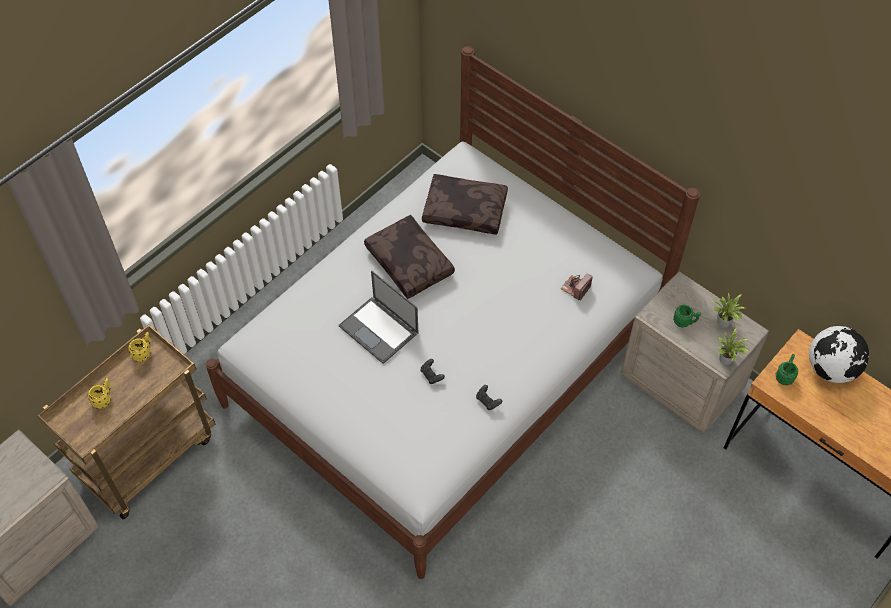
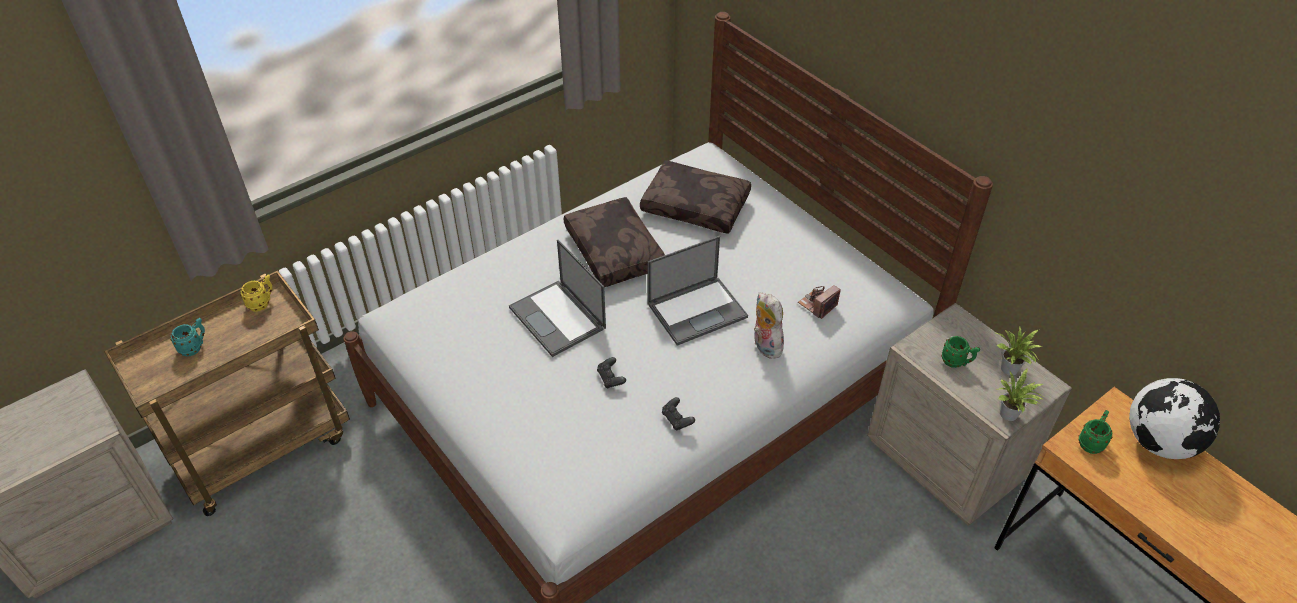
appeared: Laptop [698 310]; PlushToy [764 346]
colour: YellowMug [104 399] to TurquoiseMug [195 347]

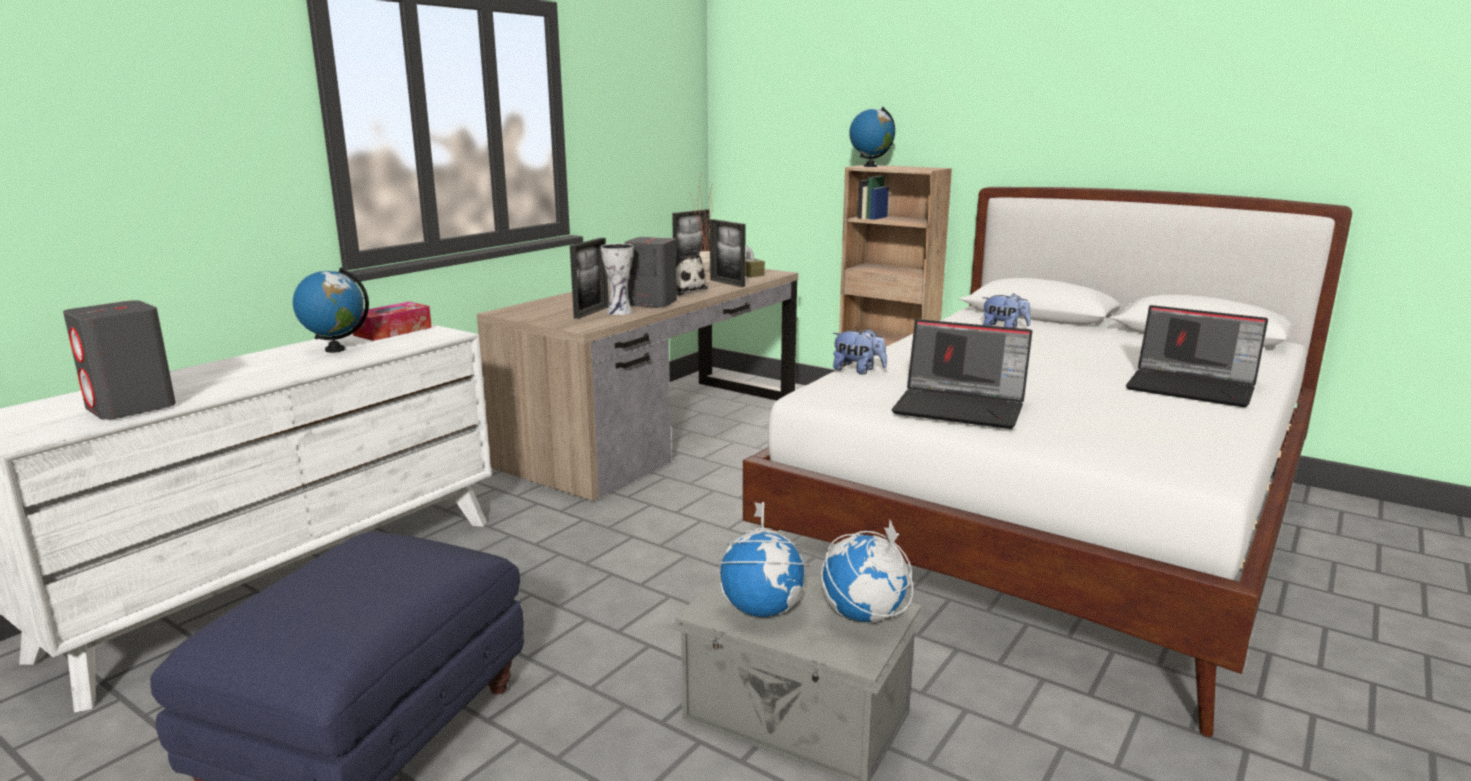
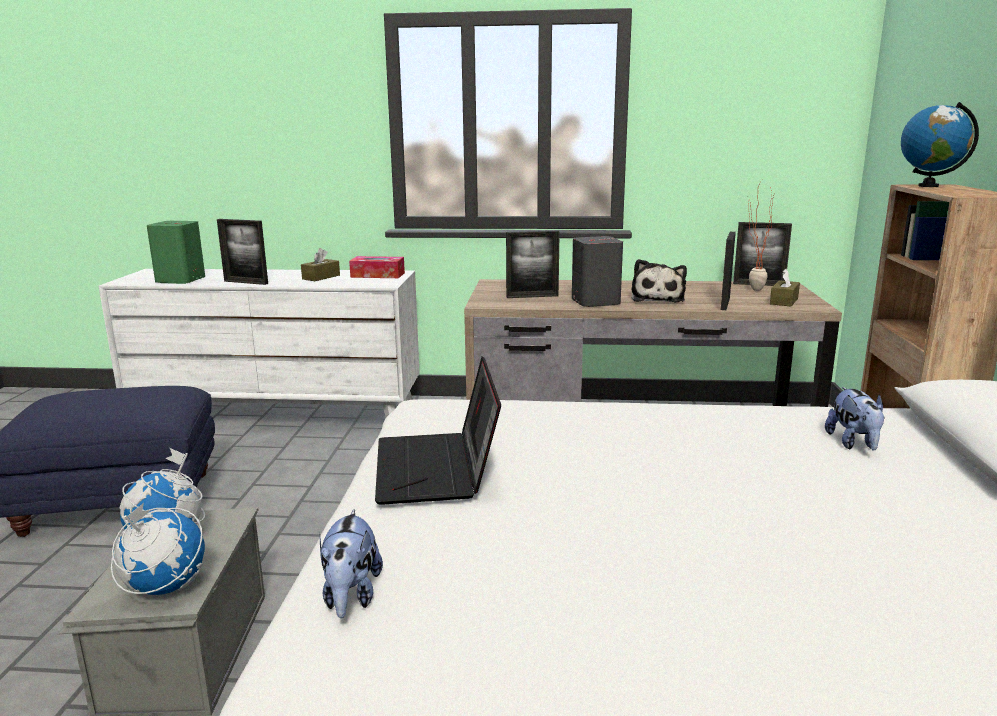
missing: Vase [620 312]; Laptop [1192 388]
appeared: PictureFrame [246 282]
relocated: PlushToy [858 371] to [351 596]
exchanged: Globe [335 349] to BrownTissueBox [321 277]
colour: GreySpeaker [131 407] to GreenSpeaker [180 280]

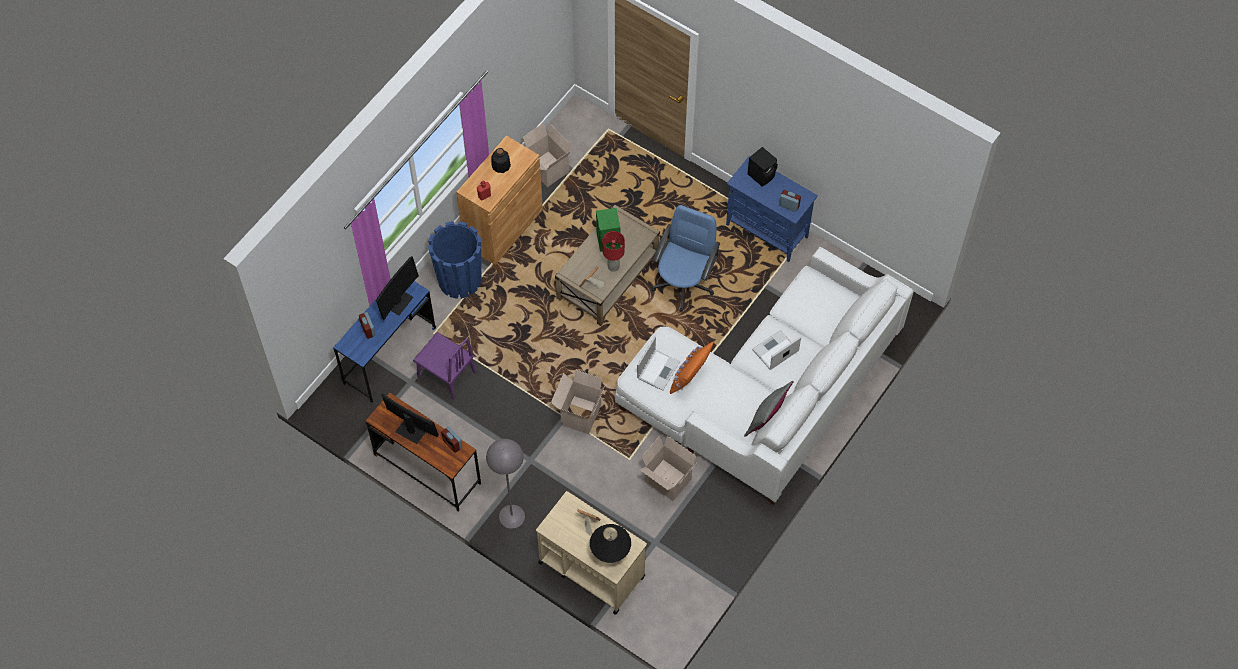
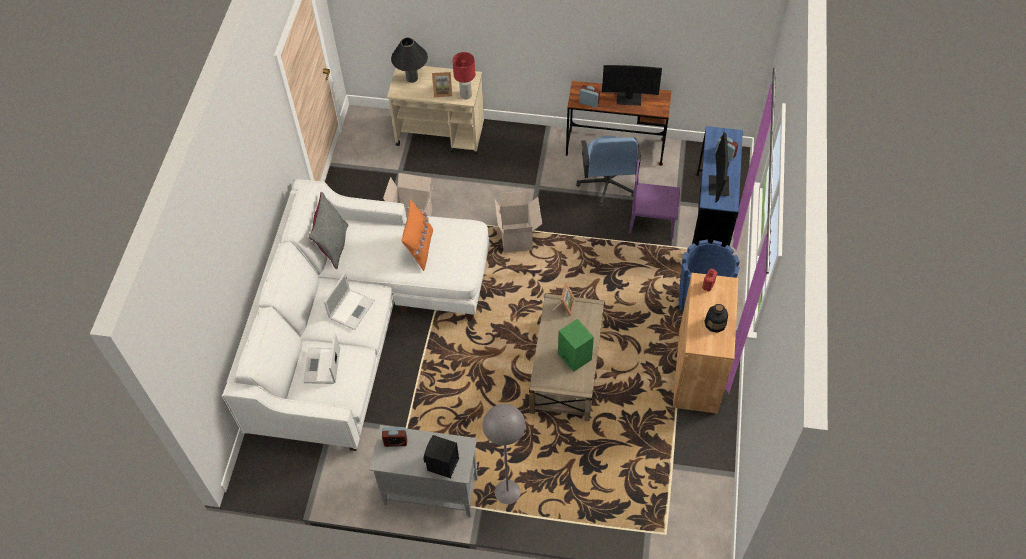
missing: CardboardBox [546 169]
relocated: Laptop [658 369] to [322 366]; RedTableLamp [613 266] to [466 95]; GreyFloorLamp [511 516] to [507 492]; BlueOfficeChair [684 283] to [606 185]
colour: BlueCabinet [767 231] to GreyCabinet [430 491]

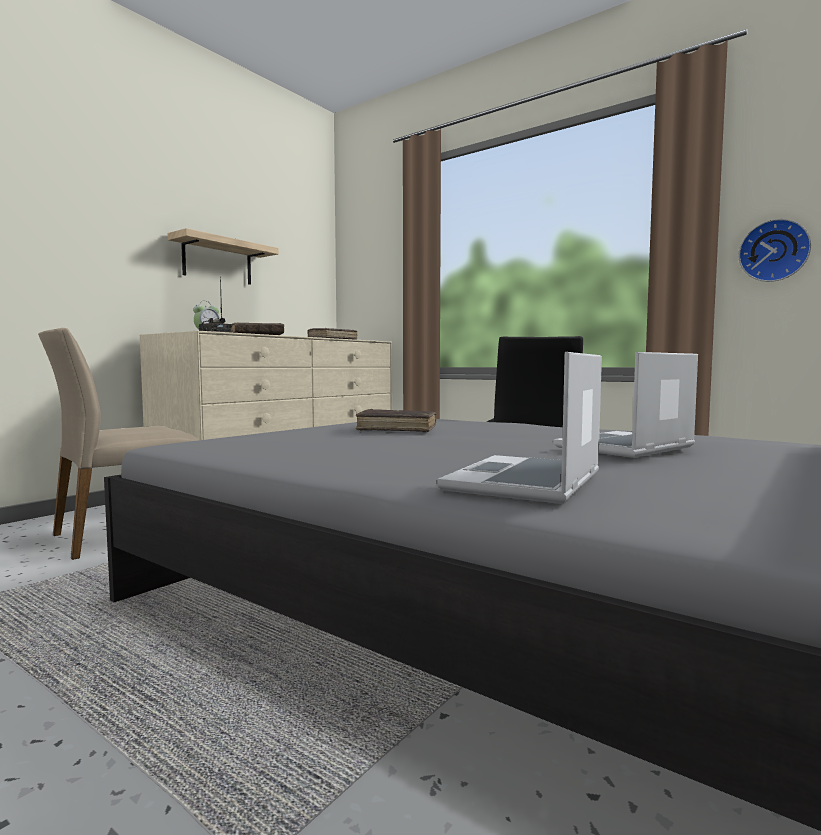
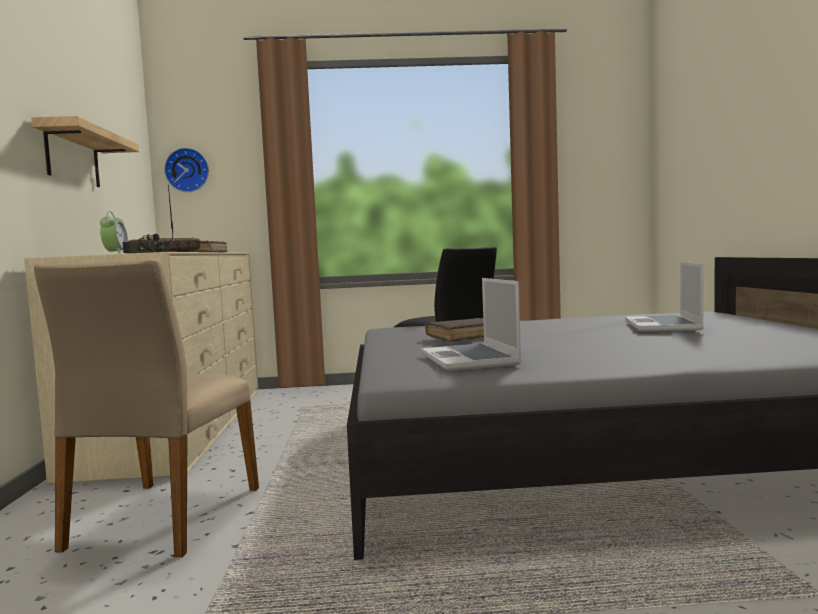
relocated: WallClock [774 251] to [187 170]; Laptop [527 482] to [471 359]

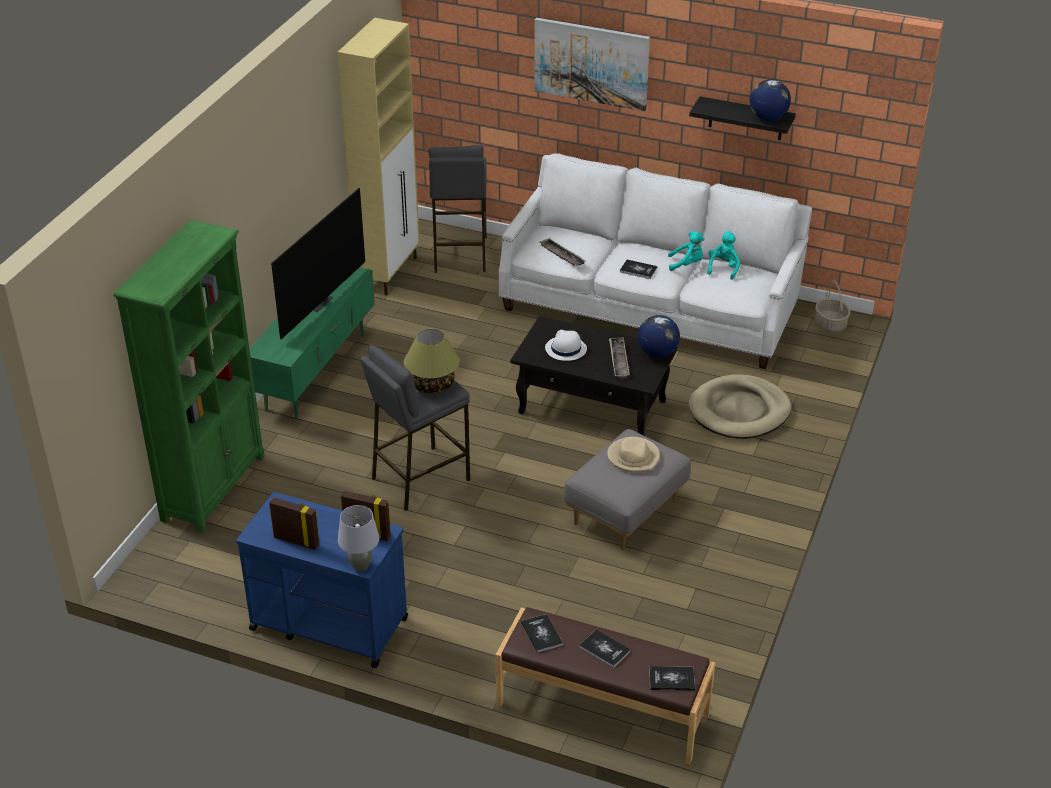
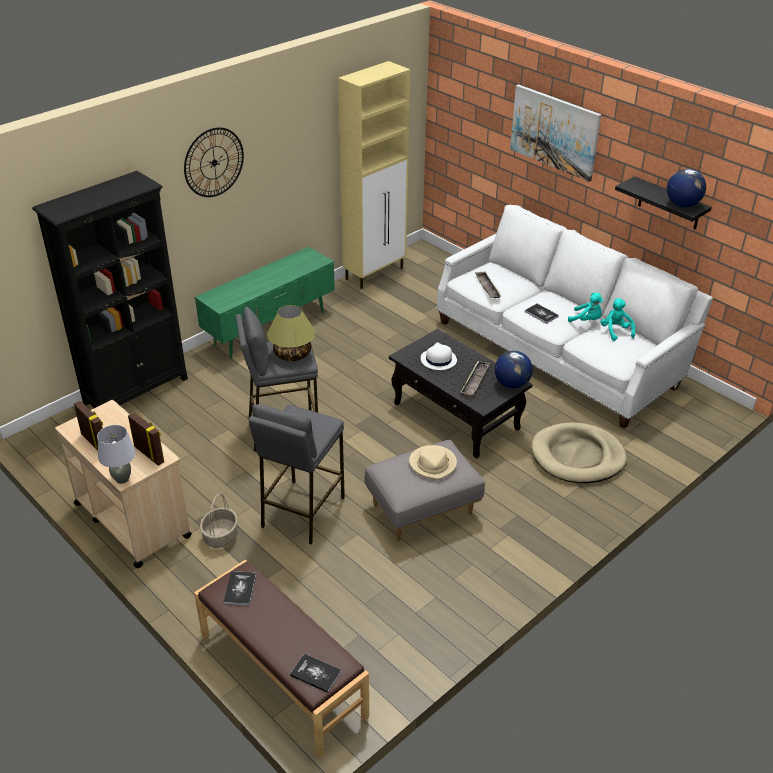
missing: Television [317 302]; Book [604 649]
appeared: WallClock [214 162]
relocated: Basket [831 324] to [221 537]; GreyStool [459 254] to [302 512]
colour: GreenBookcase [214 487] to BlackBookcase [137 390]; BlueCart [328 623] to BeigeCart [132 519]
spun: TurquoisePlushToy [723 268] = [615 331] 60 degrees counterclockwise

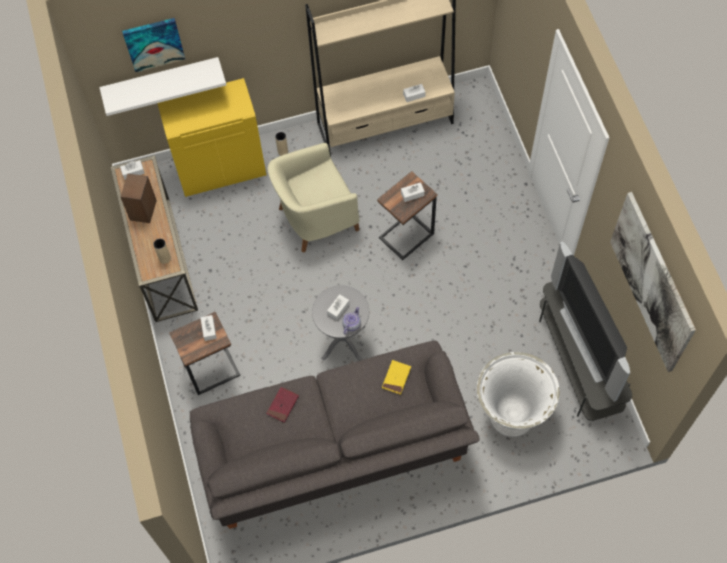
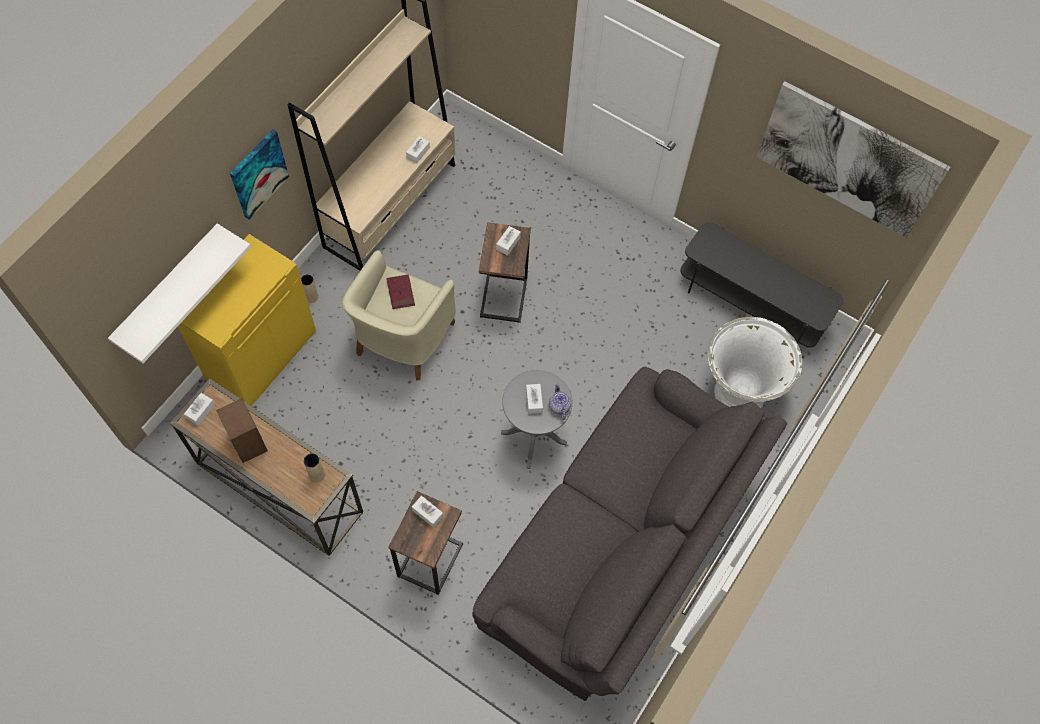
missing: YellowBook [396 378]; Television [587 342]
relocated: Picture [154 43] to [258 174]; RedBook [282 405] to [400 293]

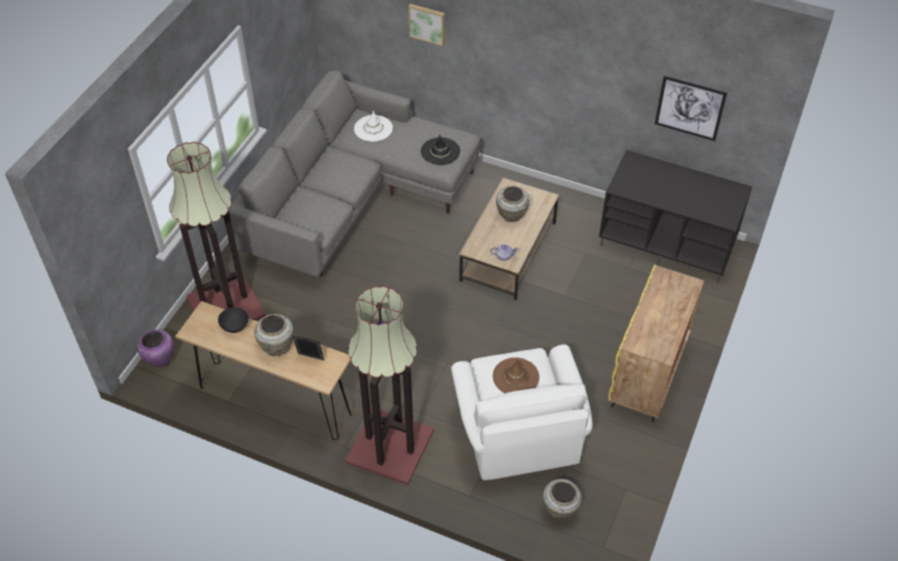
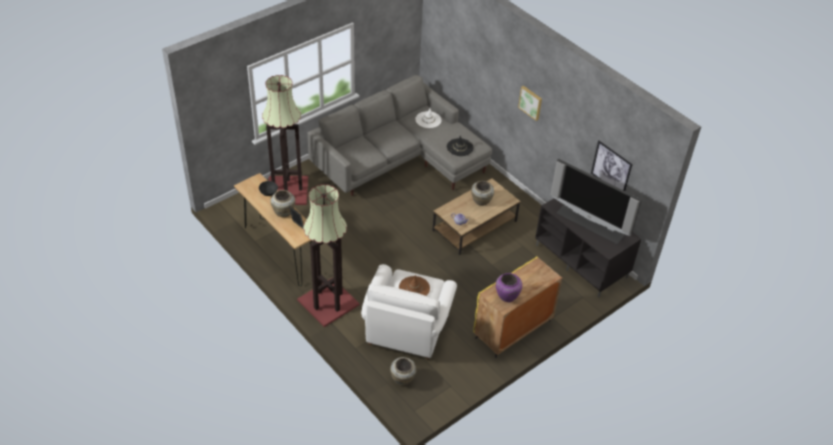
appeared: Television [591 222]
relocated: PurpleVase [159 359] to [506 296]; Picture [427 23] to [531 102]

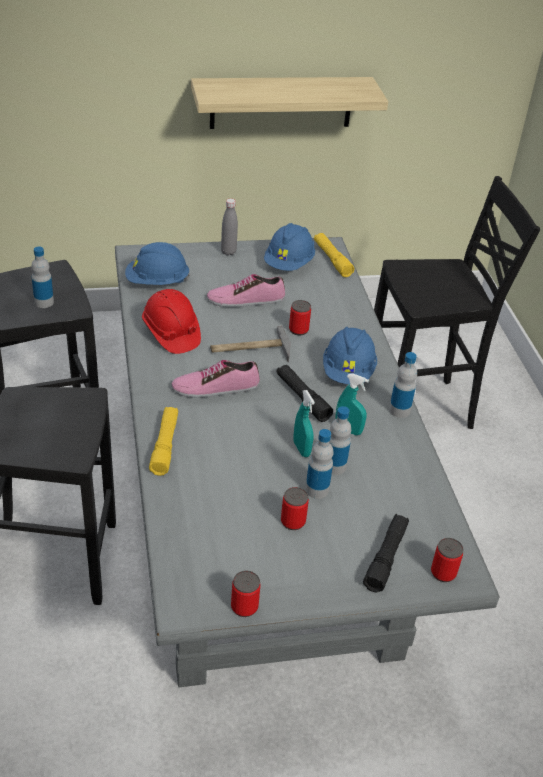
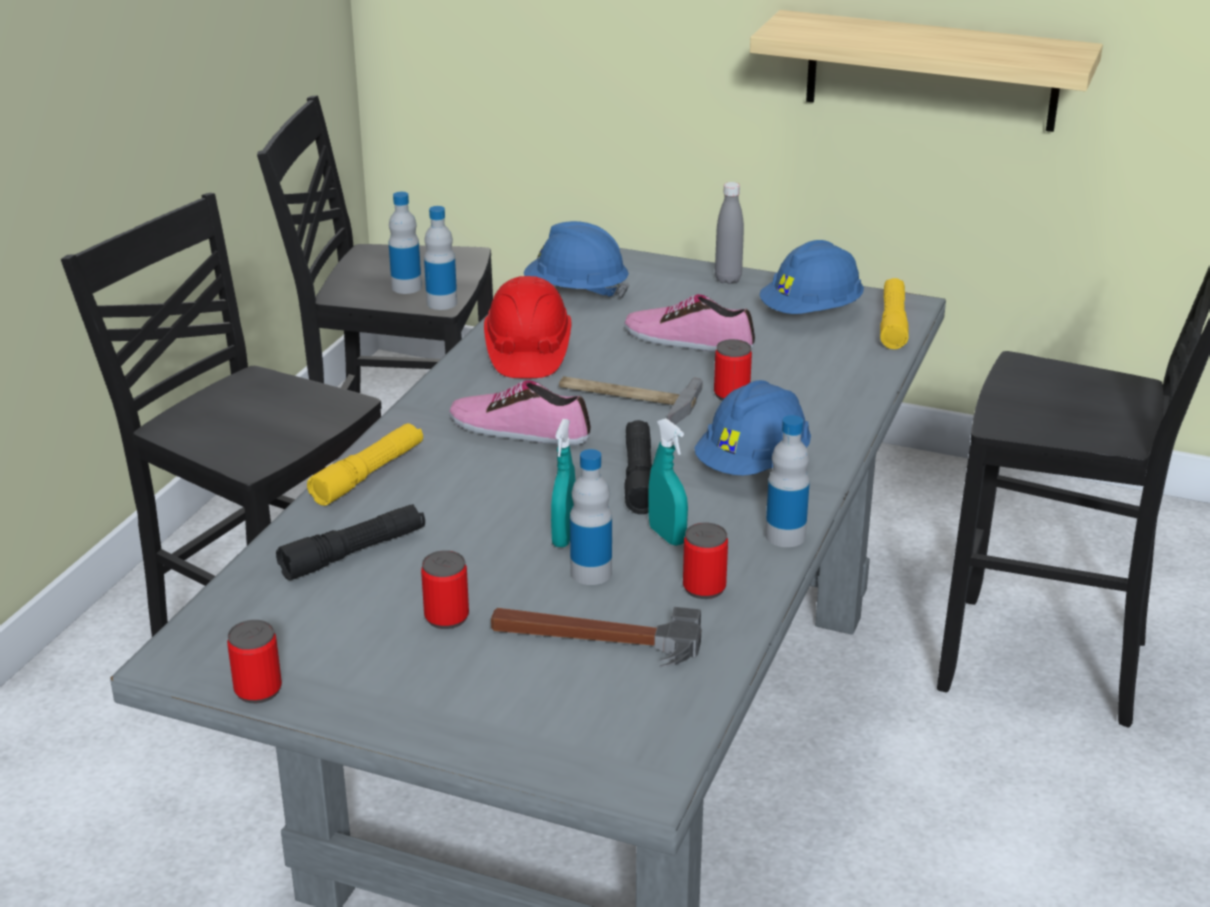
appeared: Hammer [595 639]
relocated: BlackFlashlight [386 557] to [354 553]; Bottle [317 490] to [442 303]; Can [443 573] to [704 588]

